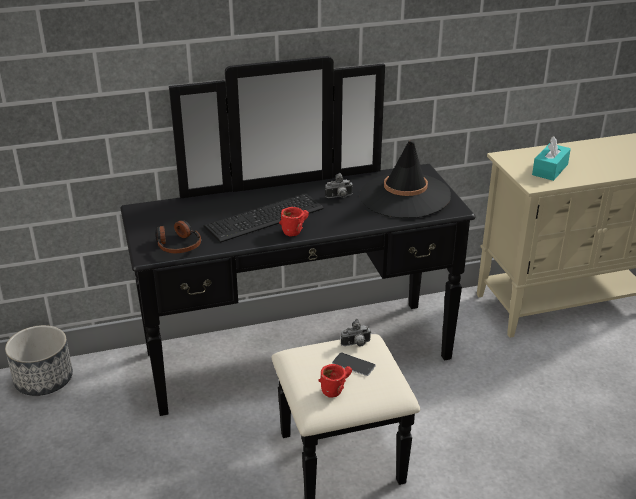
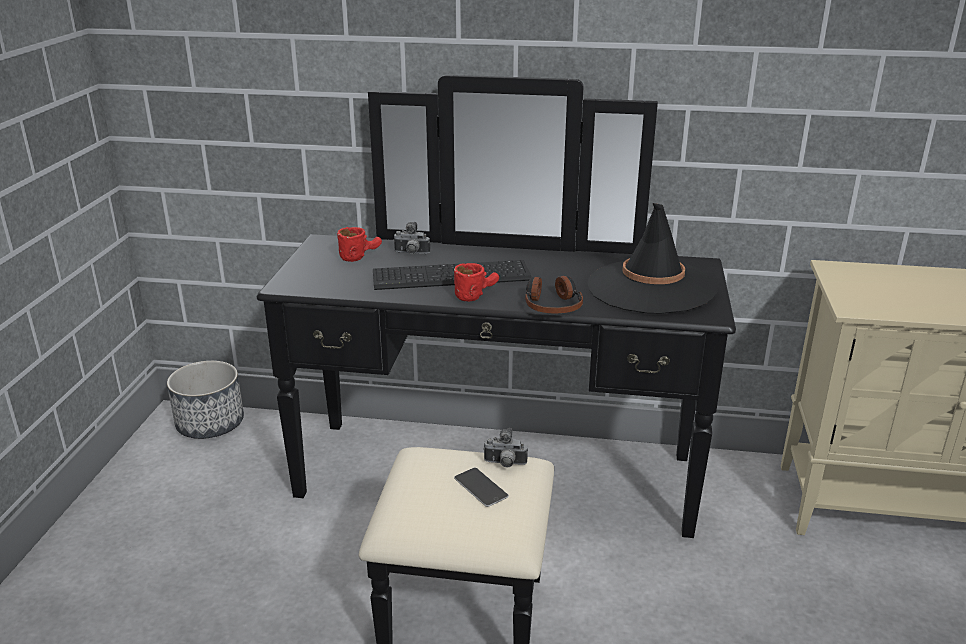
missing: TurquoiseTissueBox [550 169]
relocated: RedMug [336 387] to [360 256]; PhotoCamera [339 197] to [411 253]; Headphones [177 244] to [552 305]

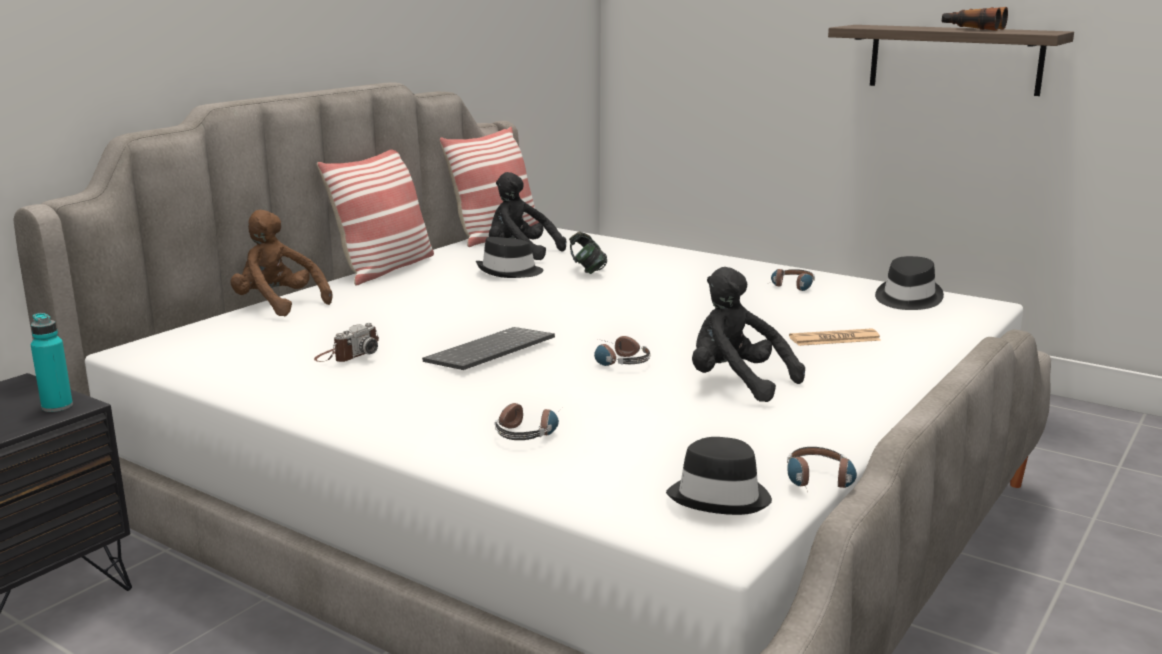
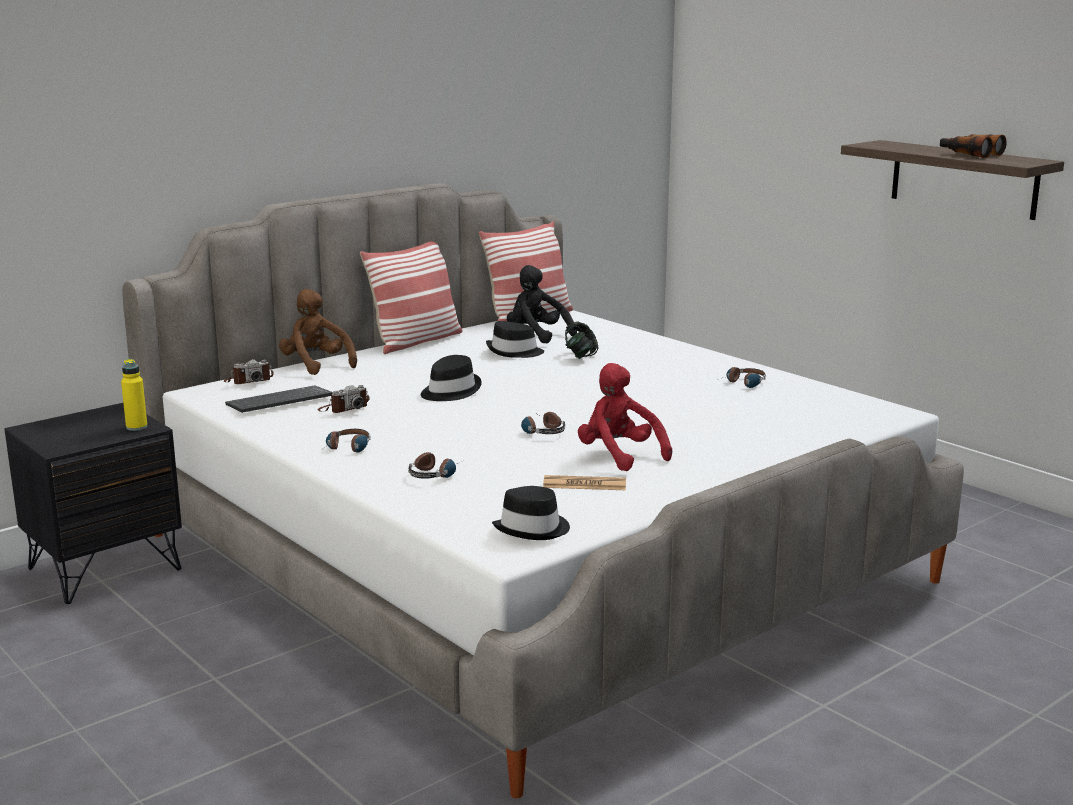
appeared: PhotoCamera [249 381]
relocated: Keyboard [490 353] to [279 403]; Headphones [820 483] to [347 449]; BlackHat [907 298] to [449 391]; Newspaper [834 339] to [584 484]
colour: TurquoiseBottle [57 406] to YellowBottle [136 427]; BlackPlushToy [736 383] to RedPlushToy [619 456]

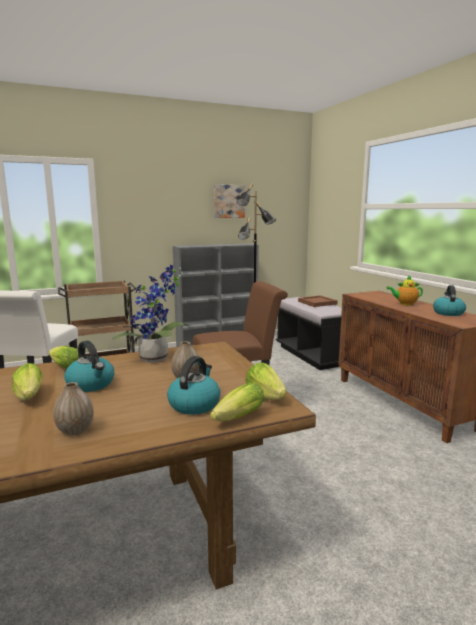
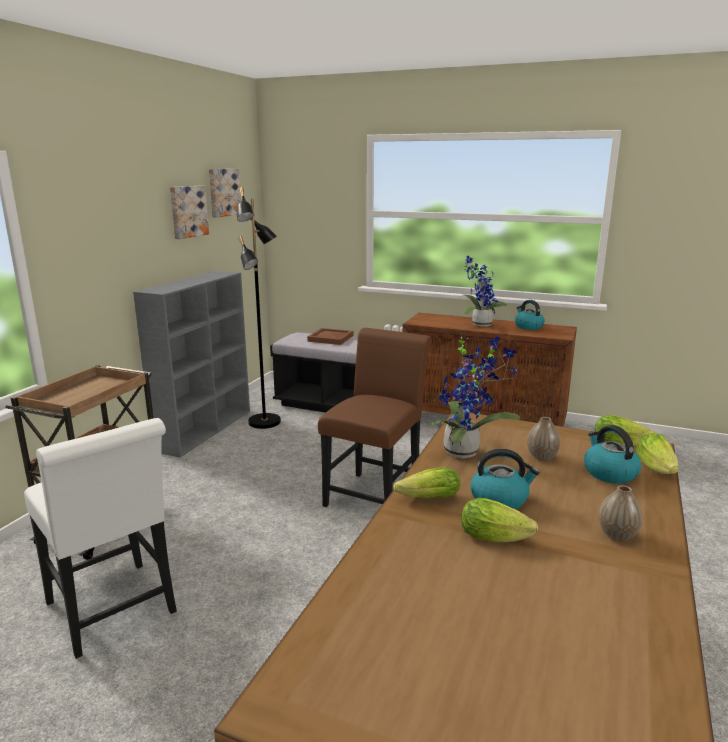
appeared: Picture [223 192]
exchanged: Teapot [404 304] to PottedPlant [479 324]

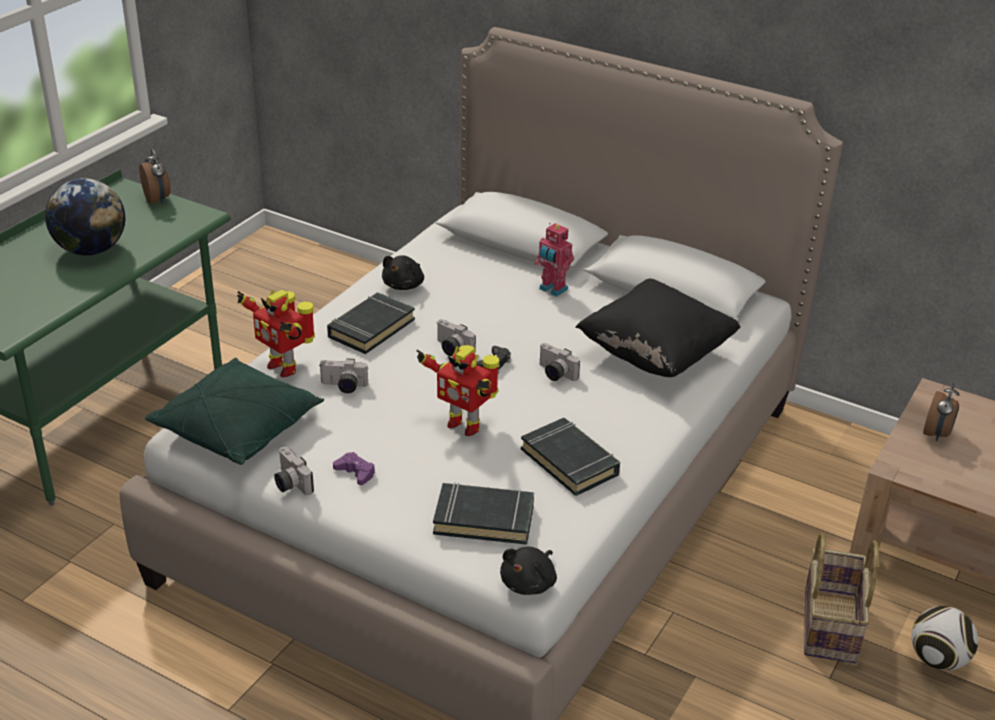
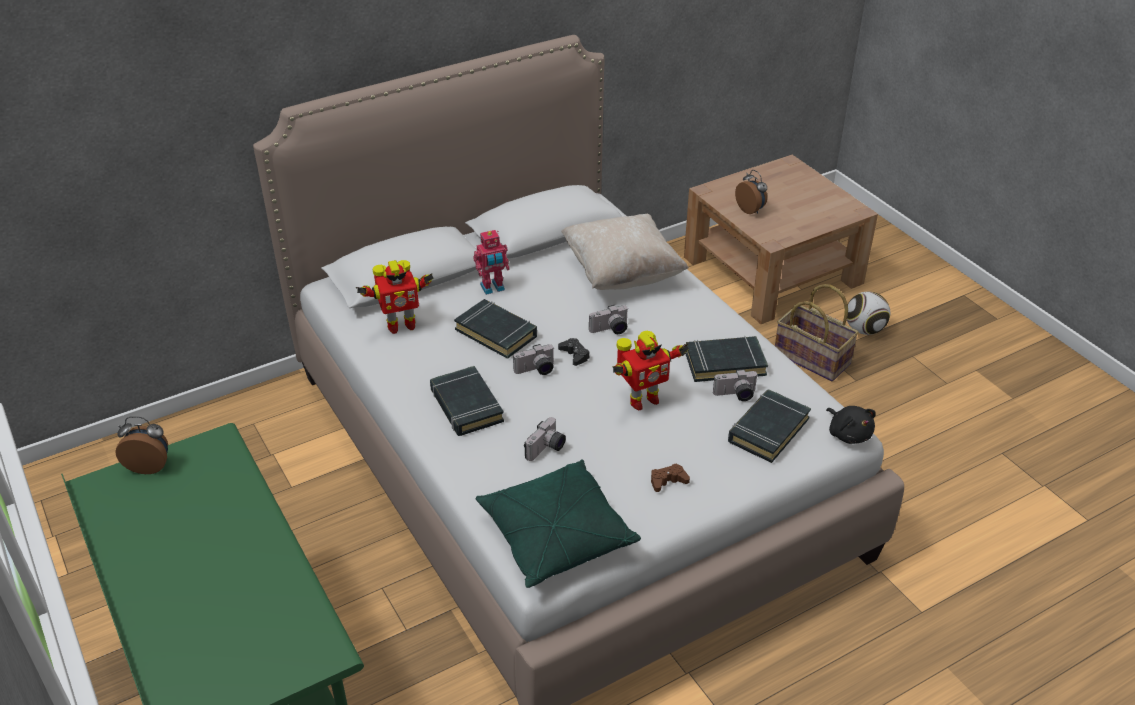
missing: Globe [91 250]; BlackPlushToy [404 285]
appeared: BlackBook [496 333]
relocated: ToyRobot [283 366] to [400 325]; PhotoCamera [289 483] to [735 395]
colour: BlackPillow [655 354] to BeigePillow [622 273]; PurpleGameController [355 472] to BrownGameController [668 481]

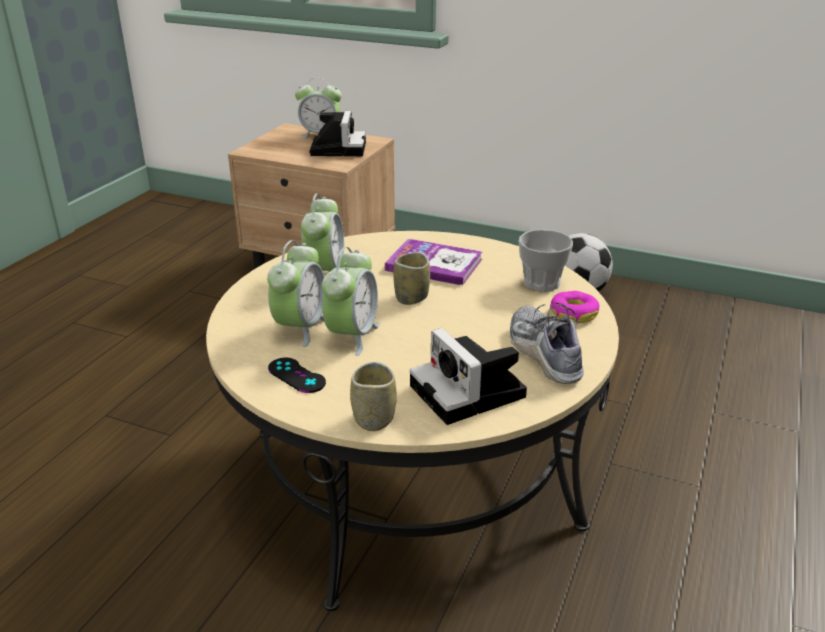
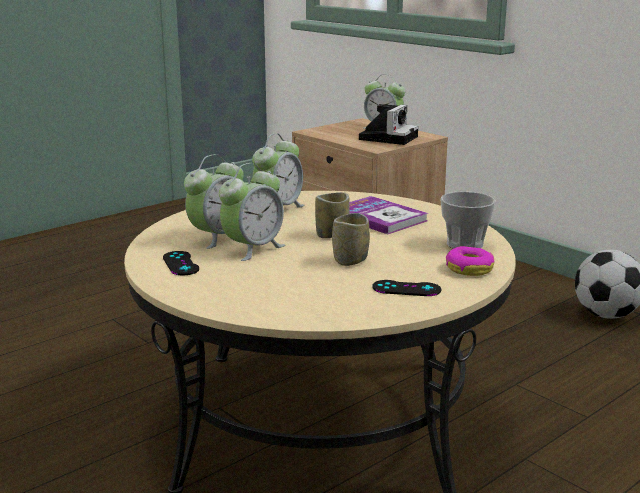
missing: PhotoCamera [471 393]
relocated: Cup [374 419] to [350 260]
exchanged: Shoe [544 353] to BlackGameController [406 289]

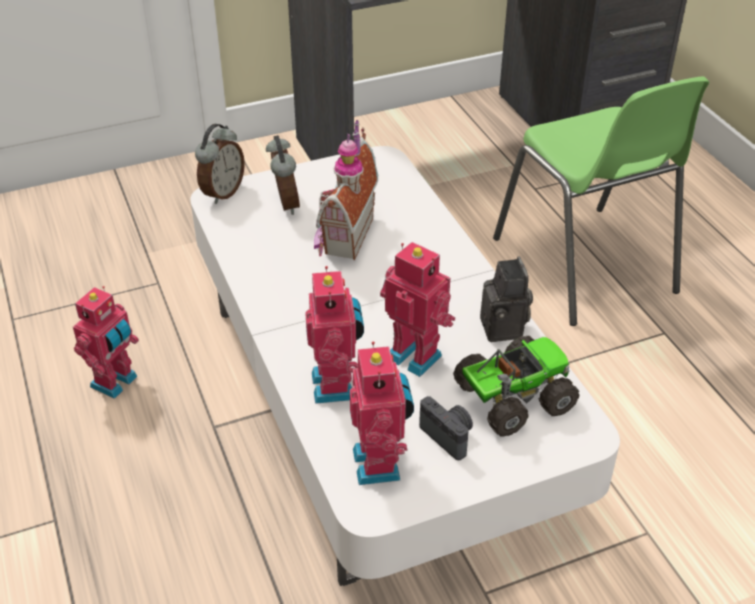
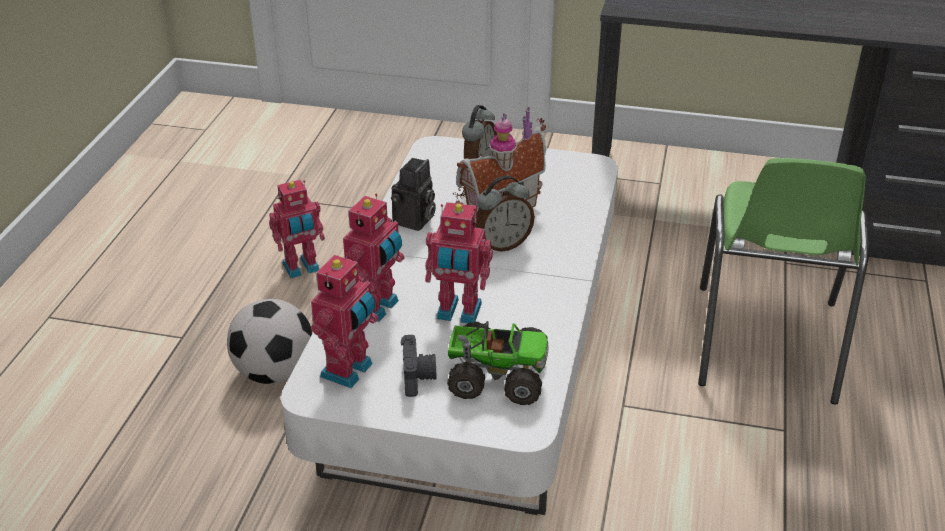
appeared: Football [274 372]
relocated: PhotoCamera [505 329] to [414 221]; AlarmClock [222 193] to [503 245]
spun: ToyRobot [416 355] = [458 313] 120 degrees clockwise

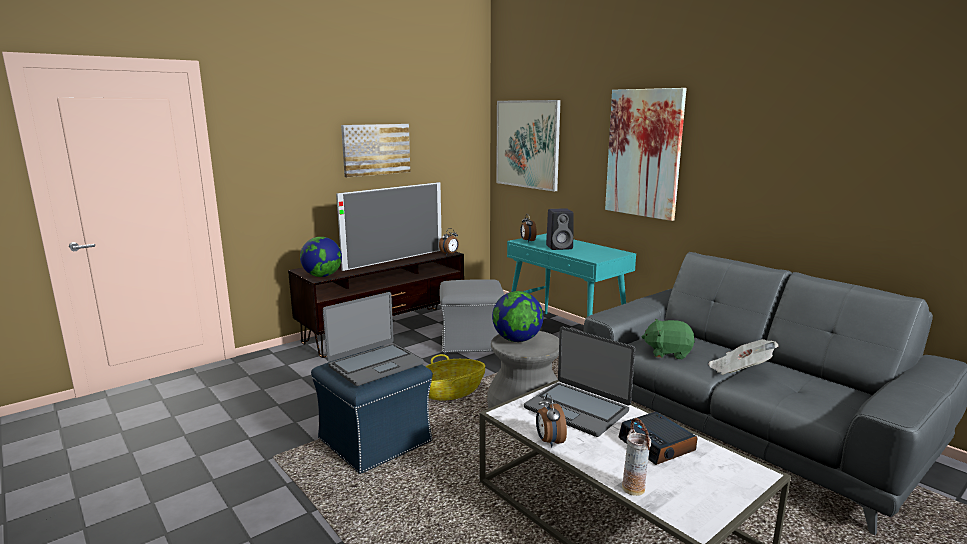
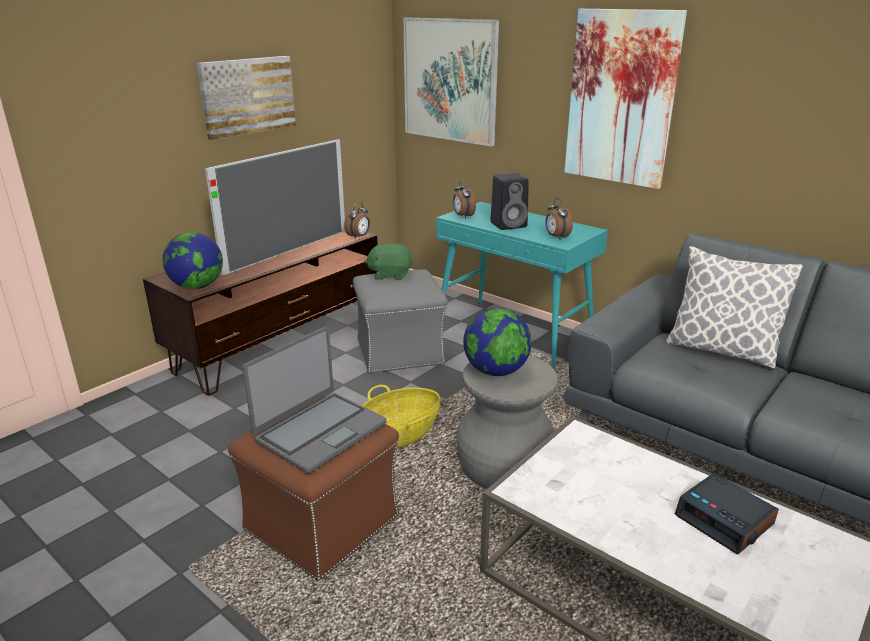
missing: Laptop [577 409]; Vase [634 488]; Newspaper [739 371]
appeared: Pillow [721 350]
relocated: GreenPlushToy [668 352] to [390 275]; AlarmClock [549 441] to [556 237]
colour: BlueOttoman [376 440] to BrownOttoman [323 521]

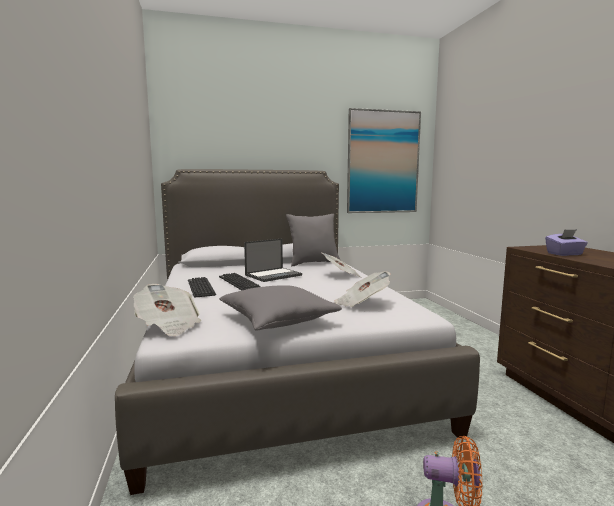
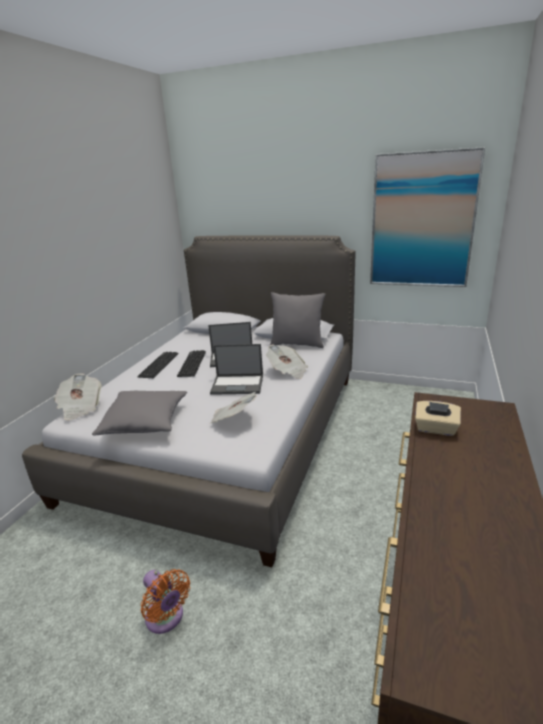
appeared: Laptop [238 384]
colour: PurpleTissueBox [565 254] to BeigeTissueBox [435 429]

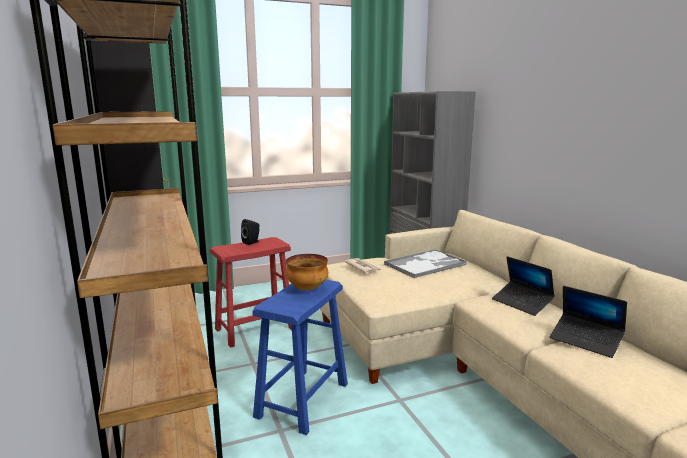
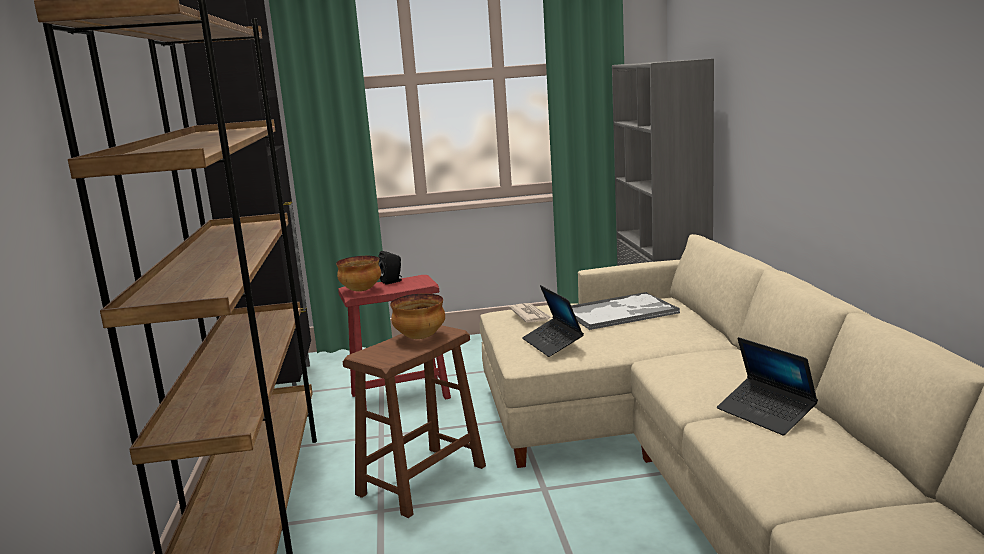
appeared: Bowl [361 290]
relocated: Laptop [522 303] to [552 343]
colour: BlueStool [302 400] to BrownStool [421 480]

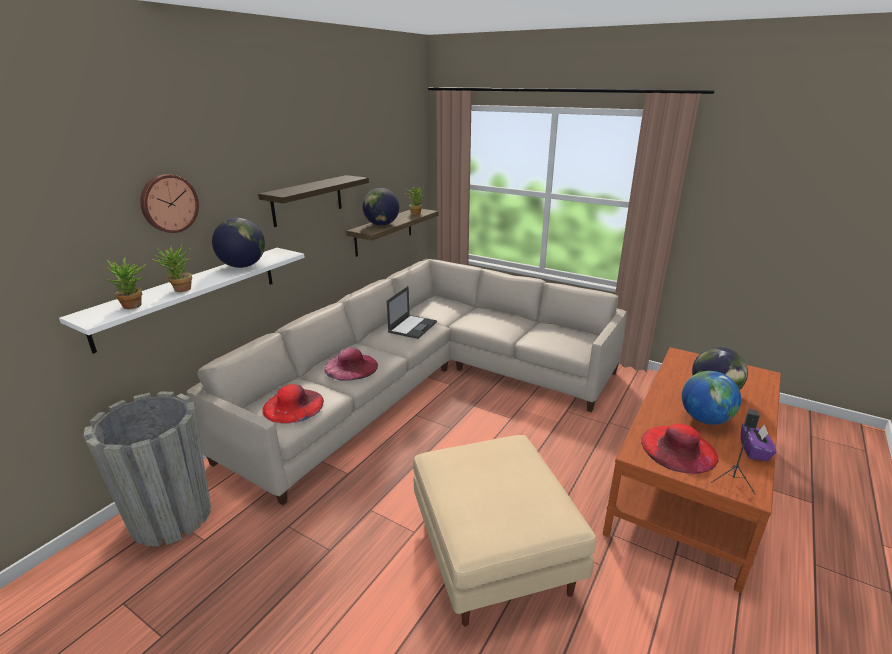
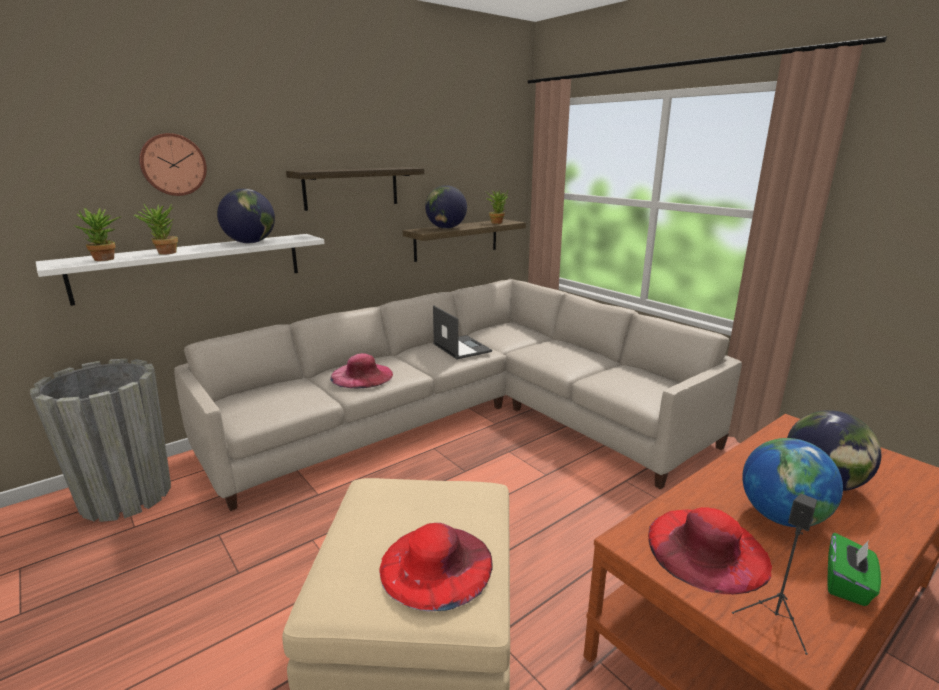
relocated: RedHat [293 405] to [436 565]
colour: PurpleTissueBox [754 451] to GreenTissueBox [847 584]
spun: Laptop [413 327] = [461 347] 75 degrees counterclockwise

